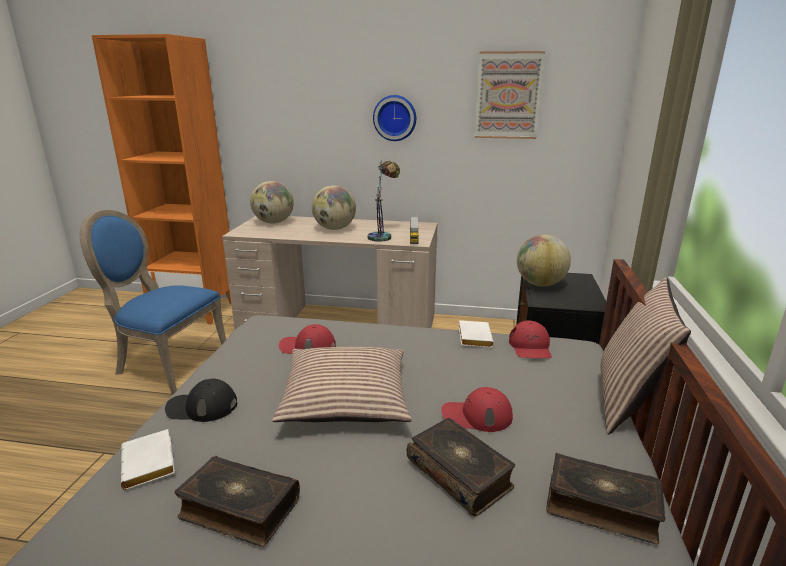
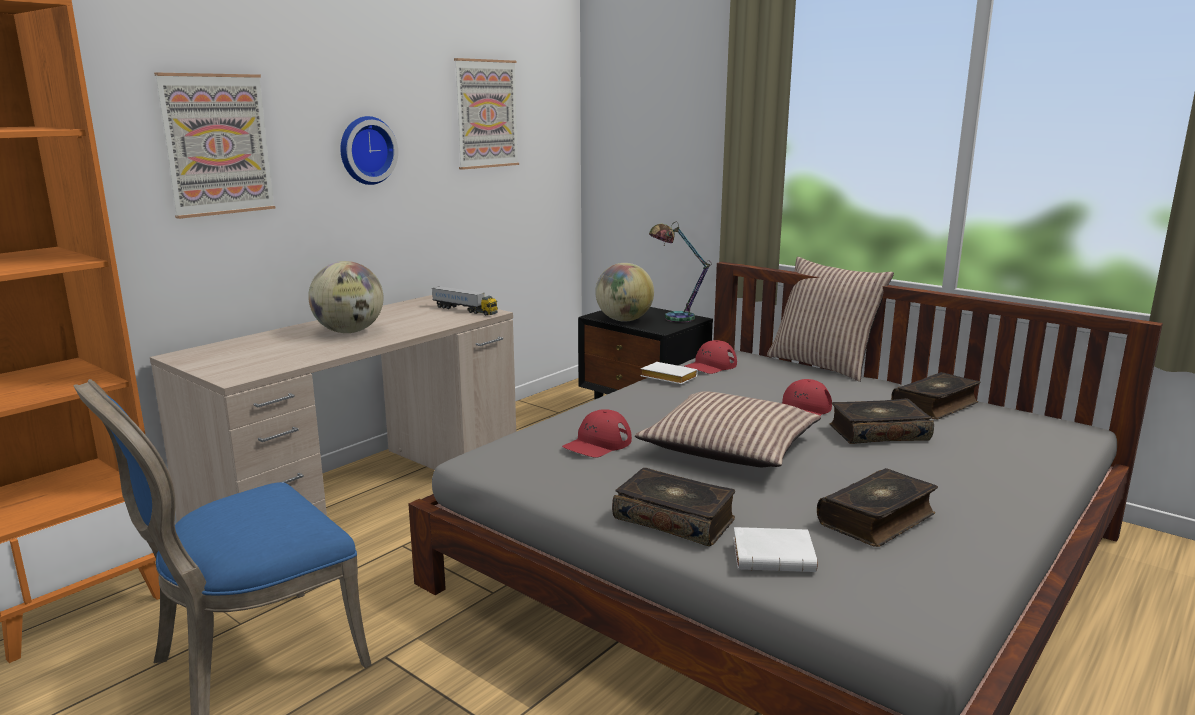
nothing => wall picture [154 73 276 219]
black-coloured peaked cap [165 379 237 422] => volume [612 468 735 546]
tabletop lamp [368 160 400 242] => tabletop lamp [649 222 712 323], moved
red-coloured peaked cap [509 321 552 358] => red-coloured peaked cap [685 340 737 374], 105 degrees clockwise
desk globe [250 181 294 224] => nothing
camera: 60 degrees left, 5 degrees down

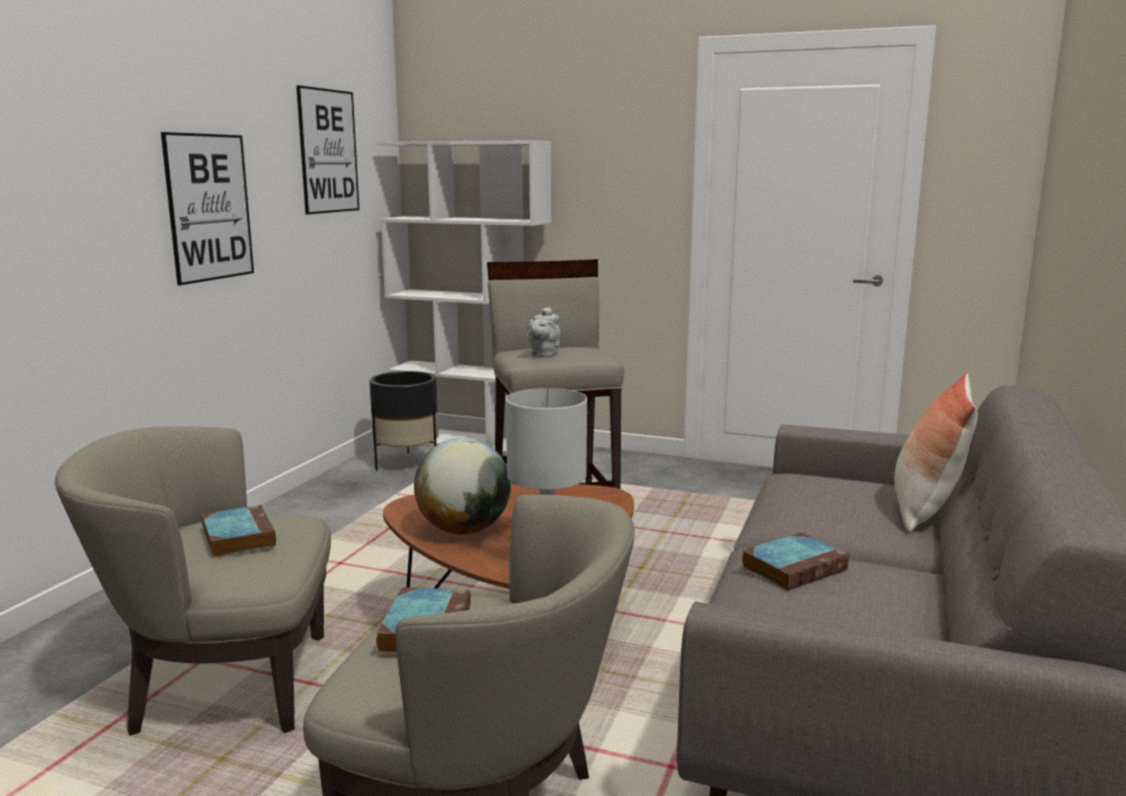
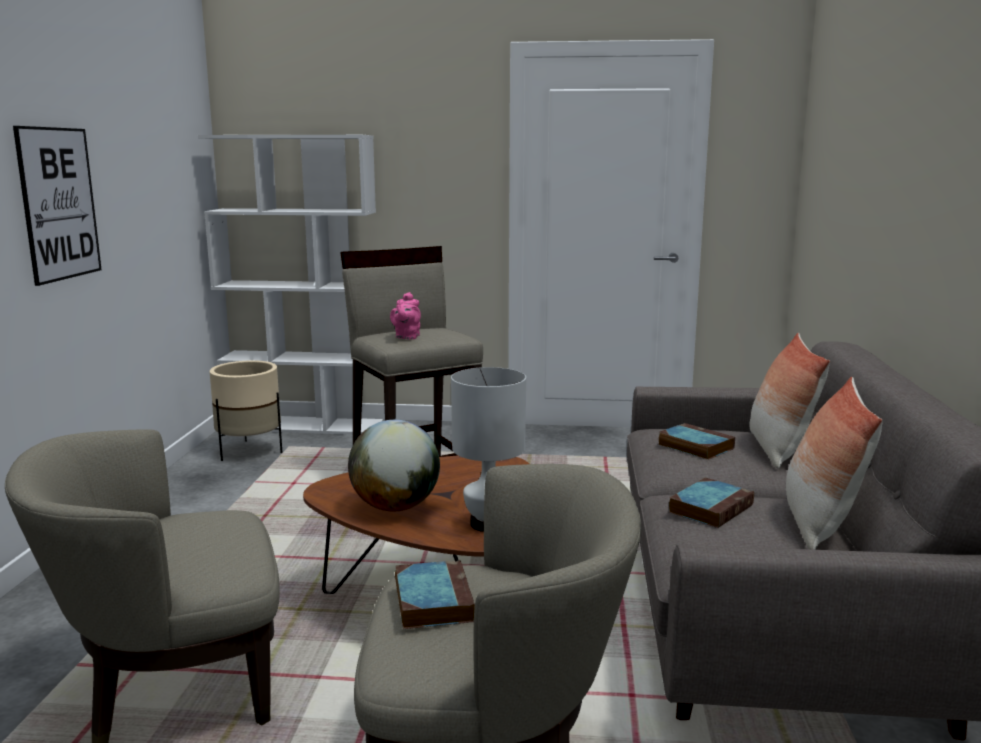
black-coloured flower pot [369 371 439 471] => sand-coloured flower pot [210 360 282 461]
grey pot for tea [526 307 560 357] => pink pot for tea [390 292 421 340]
volume [202 505 276 558] => volume [658 423 735 460], moved
nothing => pillow [786 377 882 550]
wall picture [296 85 359 214] => nothing
camera: 15 degrees left, 0 degrees up

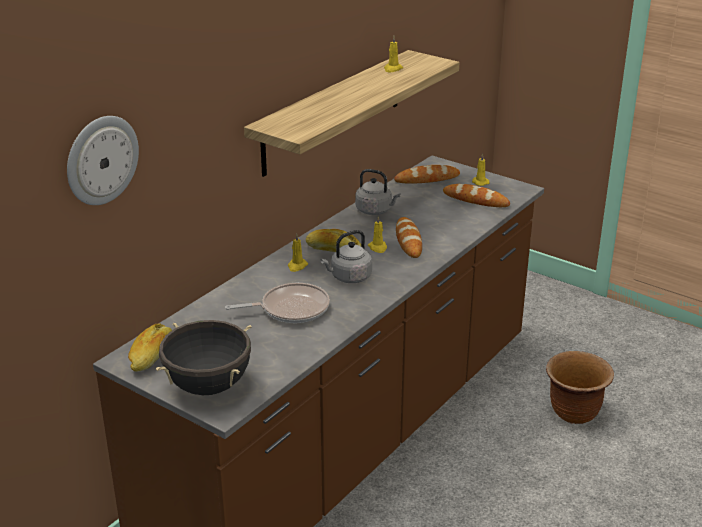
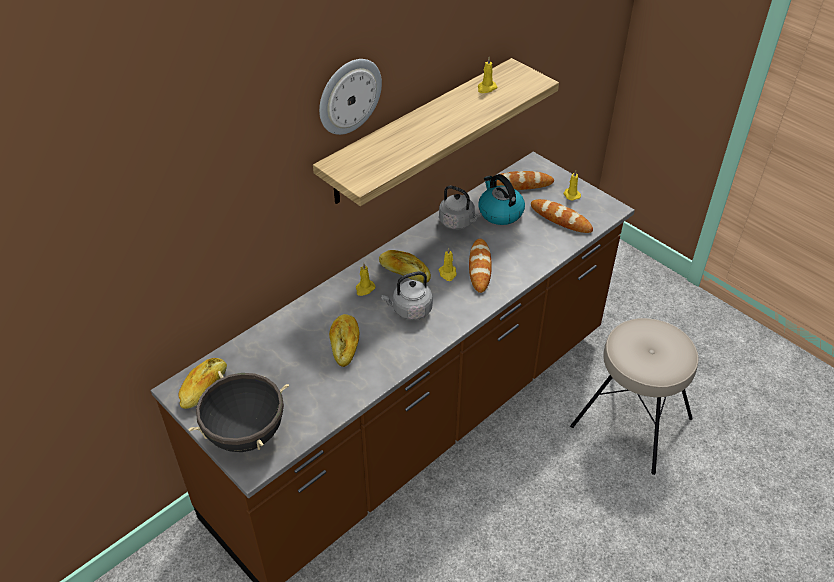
wall clock [67 116 139 205] => wall clock [319 59 382 135], moved
frying pan [225 283 330 323] => bread [329 314 359 367]
nothing => kettle [478 174 525 225]
brown flower pot [546 351 614 424] => sand-coloured stool seat [570 318 698 475]
camera: 10 degrees right, 15 degrees up

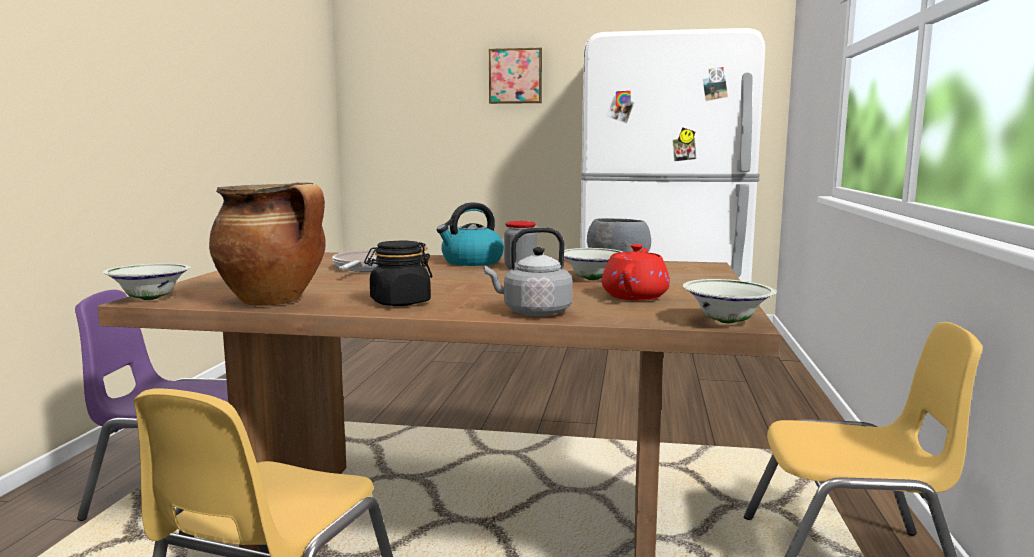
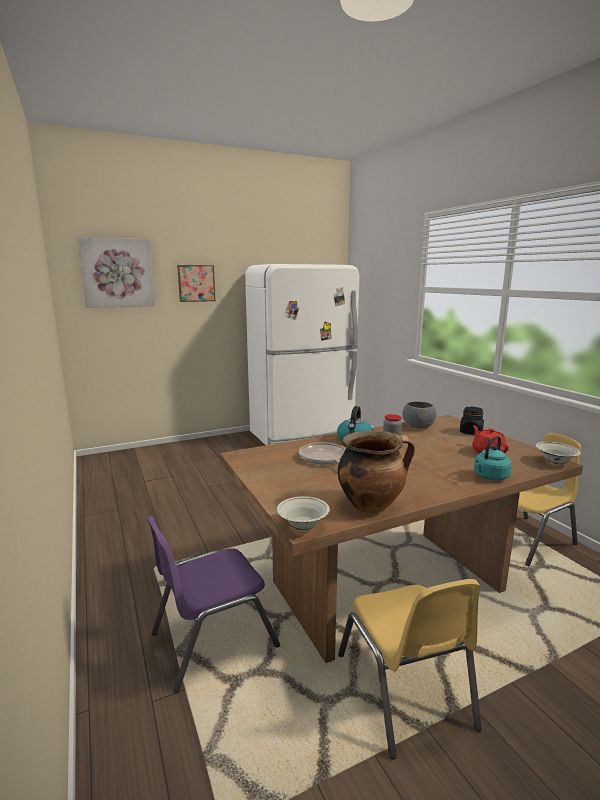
nothing => wall picture [77 237 155 308]
black-coloured preserve jar [364 241 432 306] => black-coloured preserve jar [460 407 484 435], moved
grey kettle [484 227 573 316] => turquoise kettle [474 435 512 481]
whitish serving bowl [564 248 623 280] => nothing
camera: 35 degrees left, 5 degrees up

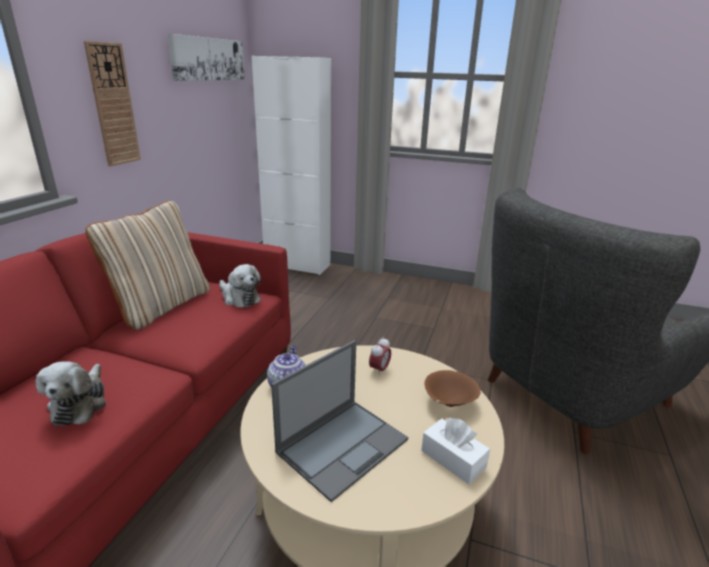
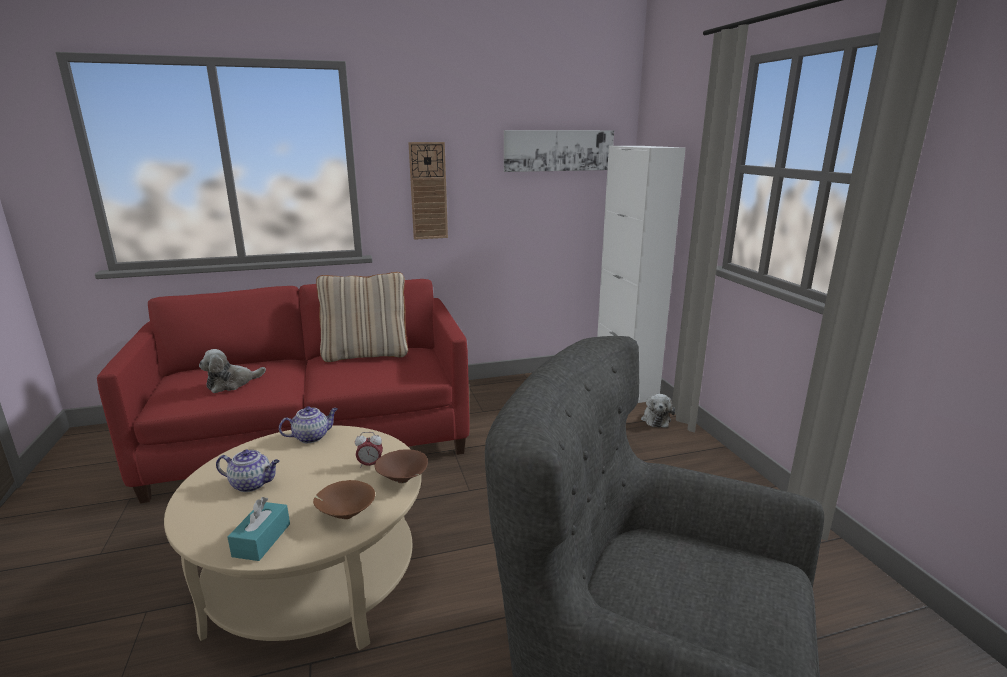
laptop [271 340 408 502] => pot for tea [216 450 280 492]
whitish tissue box [421 417 490 485] => turquoise tissue box [227 497 290 561]
nothing => brown serving bowl [375 449 428 483]
cuddly toy [219 264 261 308] => cuddly toy [641 394 675 428], moved
camera: 55 degrees right, 5 degrees down

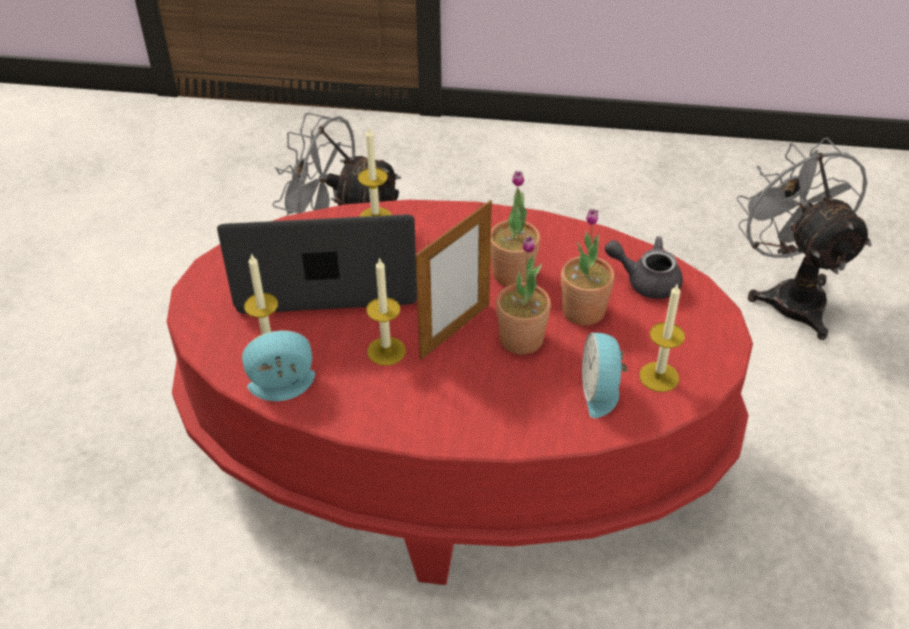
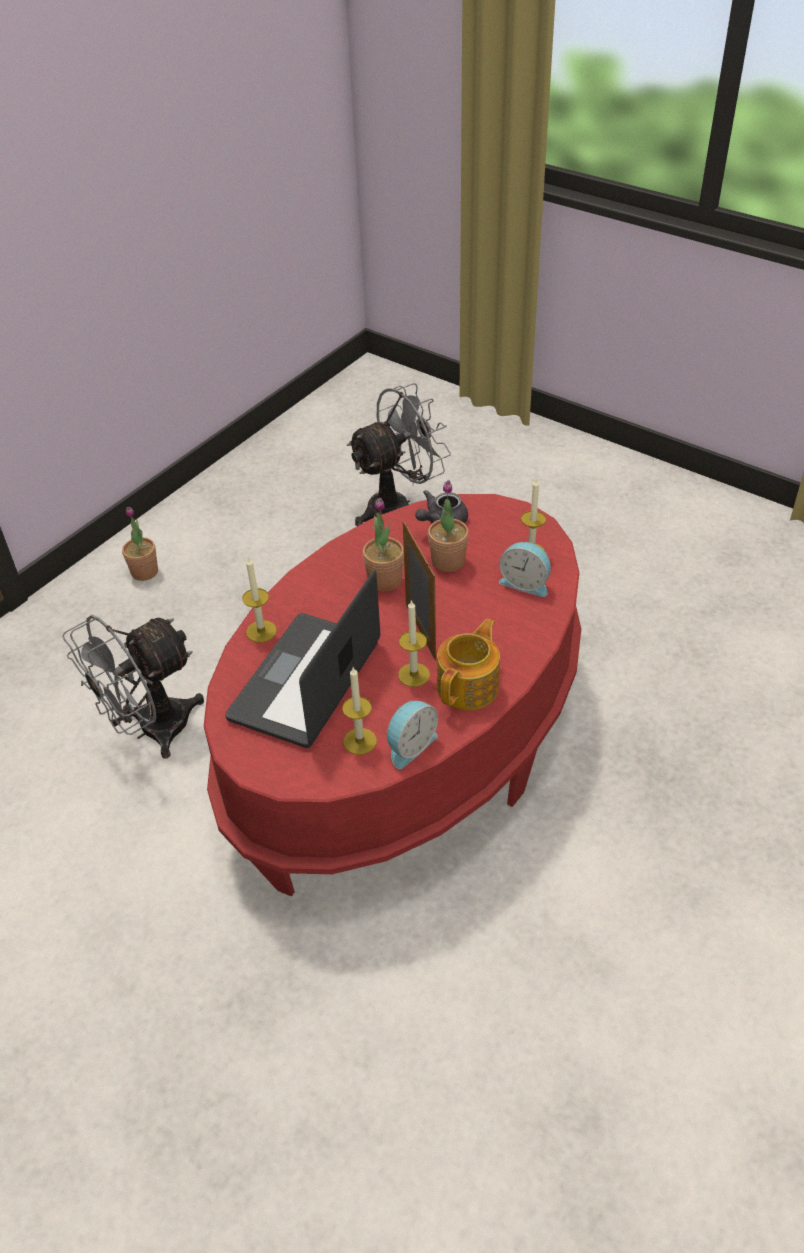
houseplant [496 236 551 355] => houseplant [122 507 158 581], moved
grey fan [736 138 872 340] => grey fan [346 383 451 526], 135 degrees clockwise
bedside clock [242 330 315 401] => bedside clock [387 701 438 769], 150 degrees counterclockwise
nothing => pot for tea [437 619 500 710]
camera: 60 degrees left, 0 degrees up

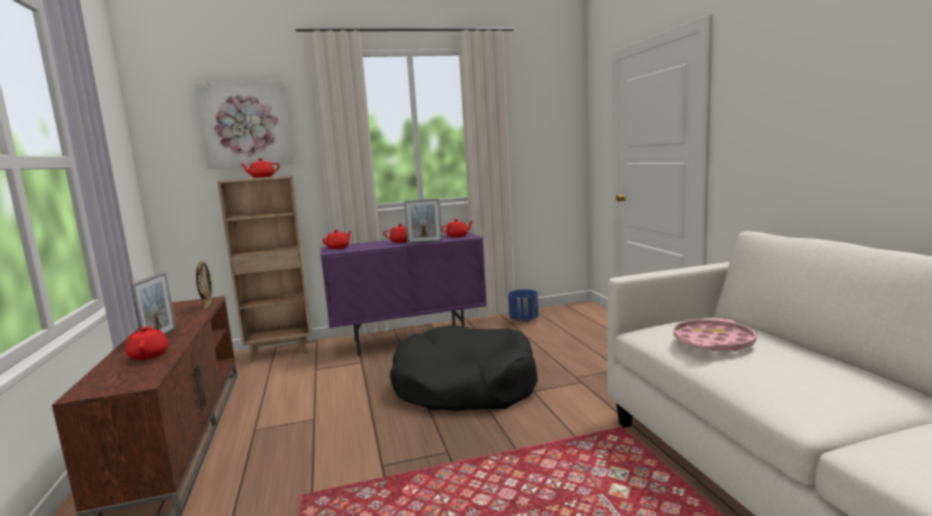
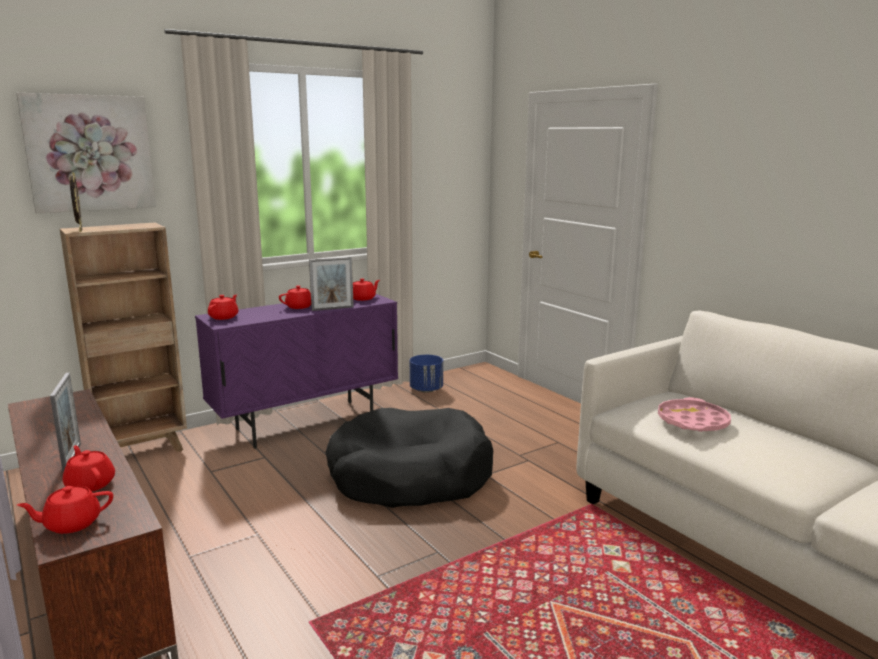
red-coloured pot for tea [241 158 280 178] => red-coloured pot for tea [17 486 113 534], moved
standing frame [196 260 213 309] => standing frame [69 172 82 232], moved
camera: 20 degrees left, 5 degrees up

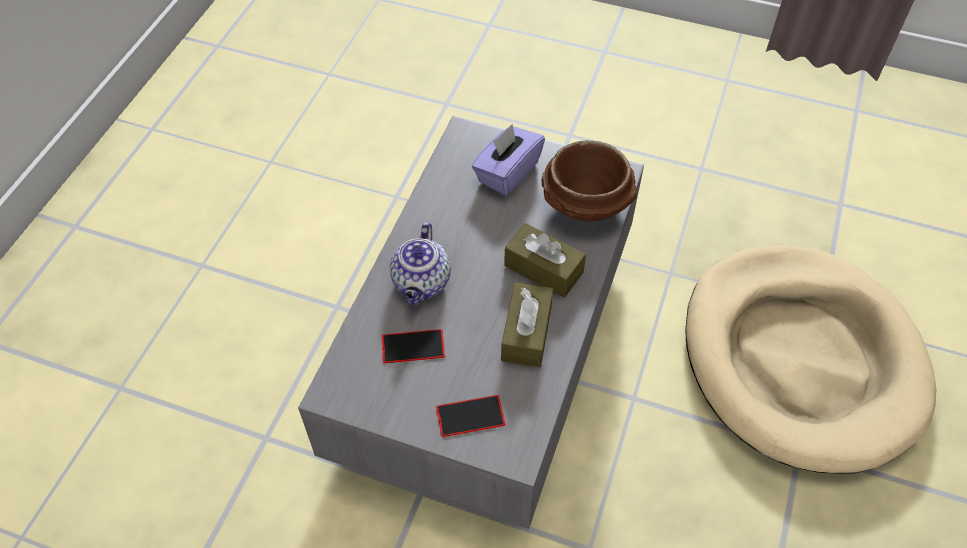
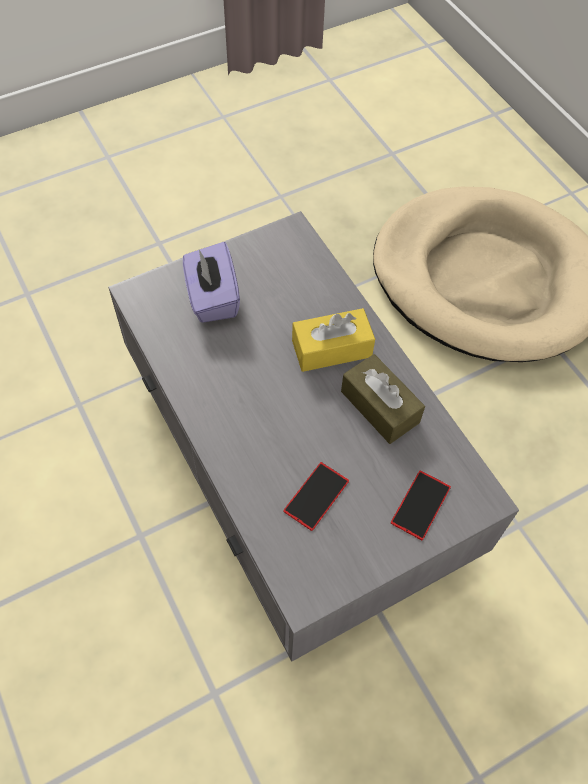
brown tissue box [504 223 586 298] => yellow-coloured tissue box [292 308 375 372]
pot for tea [390 222 451 305] => nothing
brown serving bowl [542 140 637 221] => nothing
camera: 50 degrees left, 5 degrees up

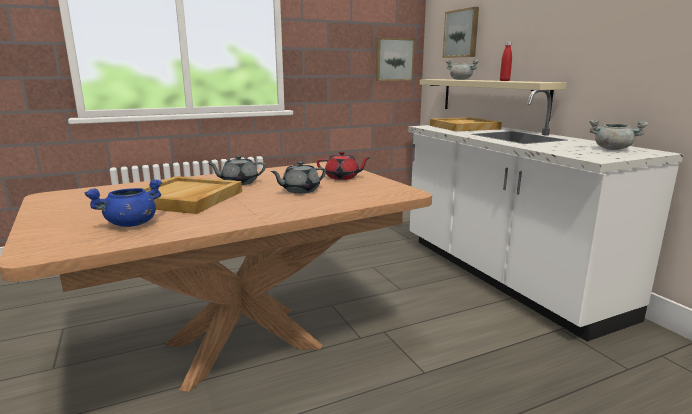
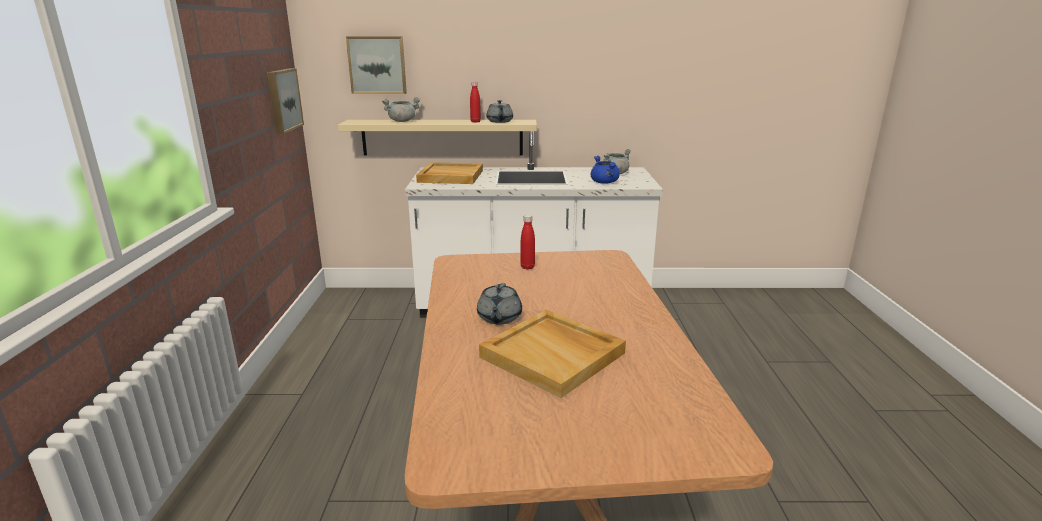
grey pot for tea [270 161 326 193] => grey pot for tea [486 100 513 123], moved
red-coloured pot for tea [317 151 371 180] => red-coloured drink bottle [520 215 535 270]
blue saucepot [84 179 162 227] => blue saucepot [591 156 620 184], moved
camera: 65 degrees left, 5 degrees up

